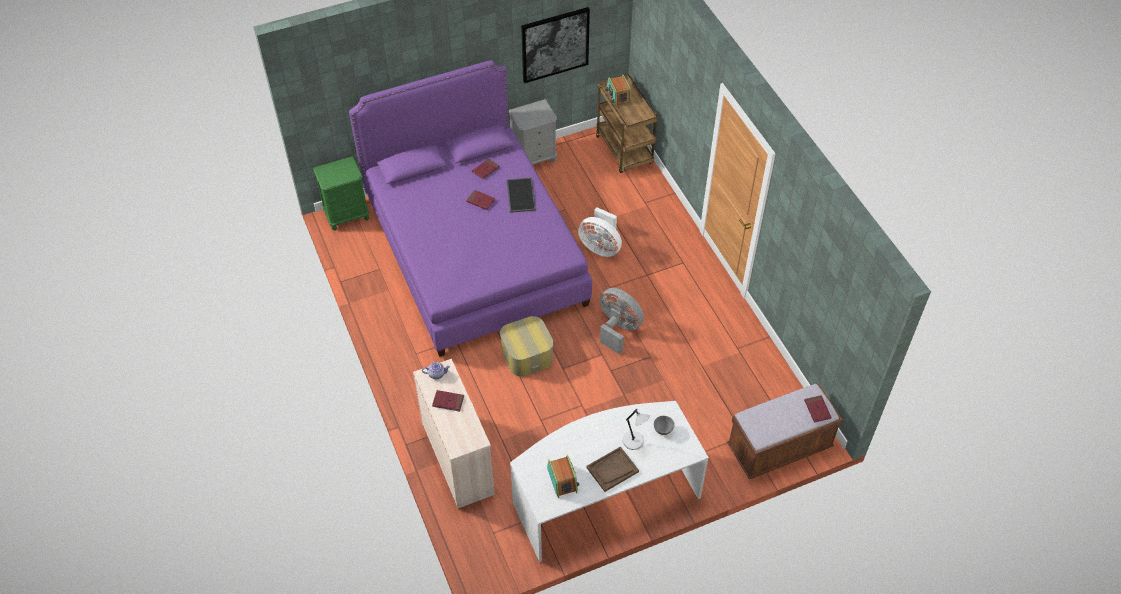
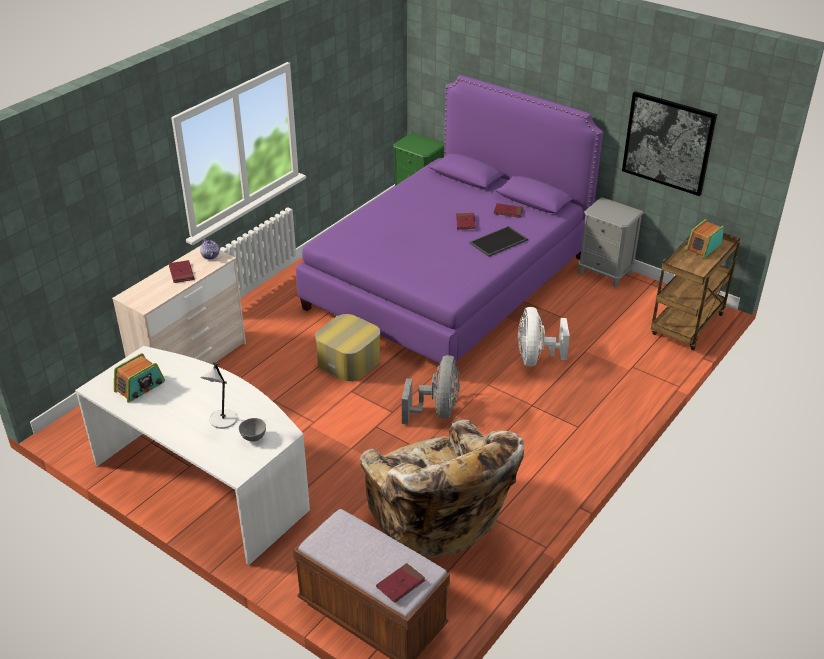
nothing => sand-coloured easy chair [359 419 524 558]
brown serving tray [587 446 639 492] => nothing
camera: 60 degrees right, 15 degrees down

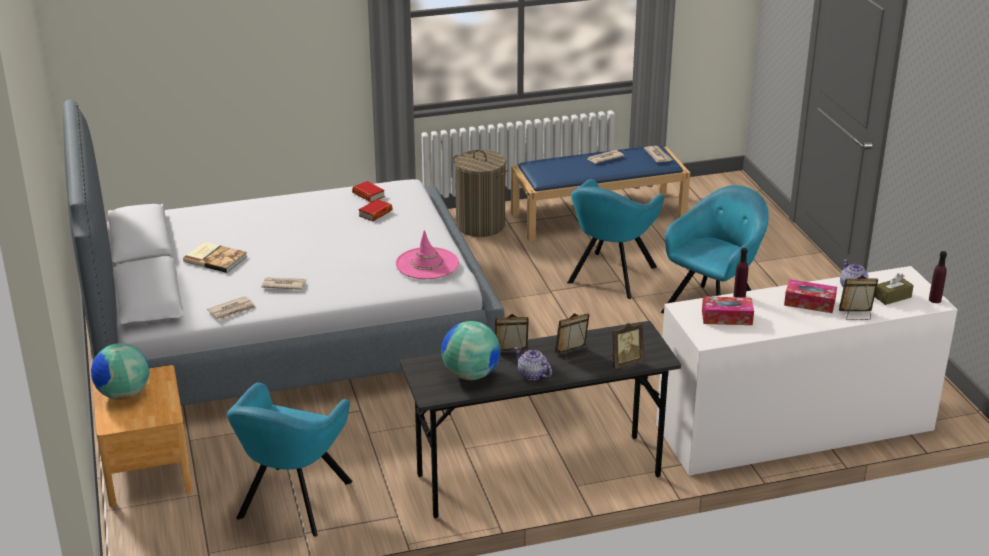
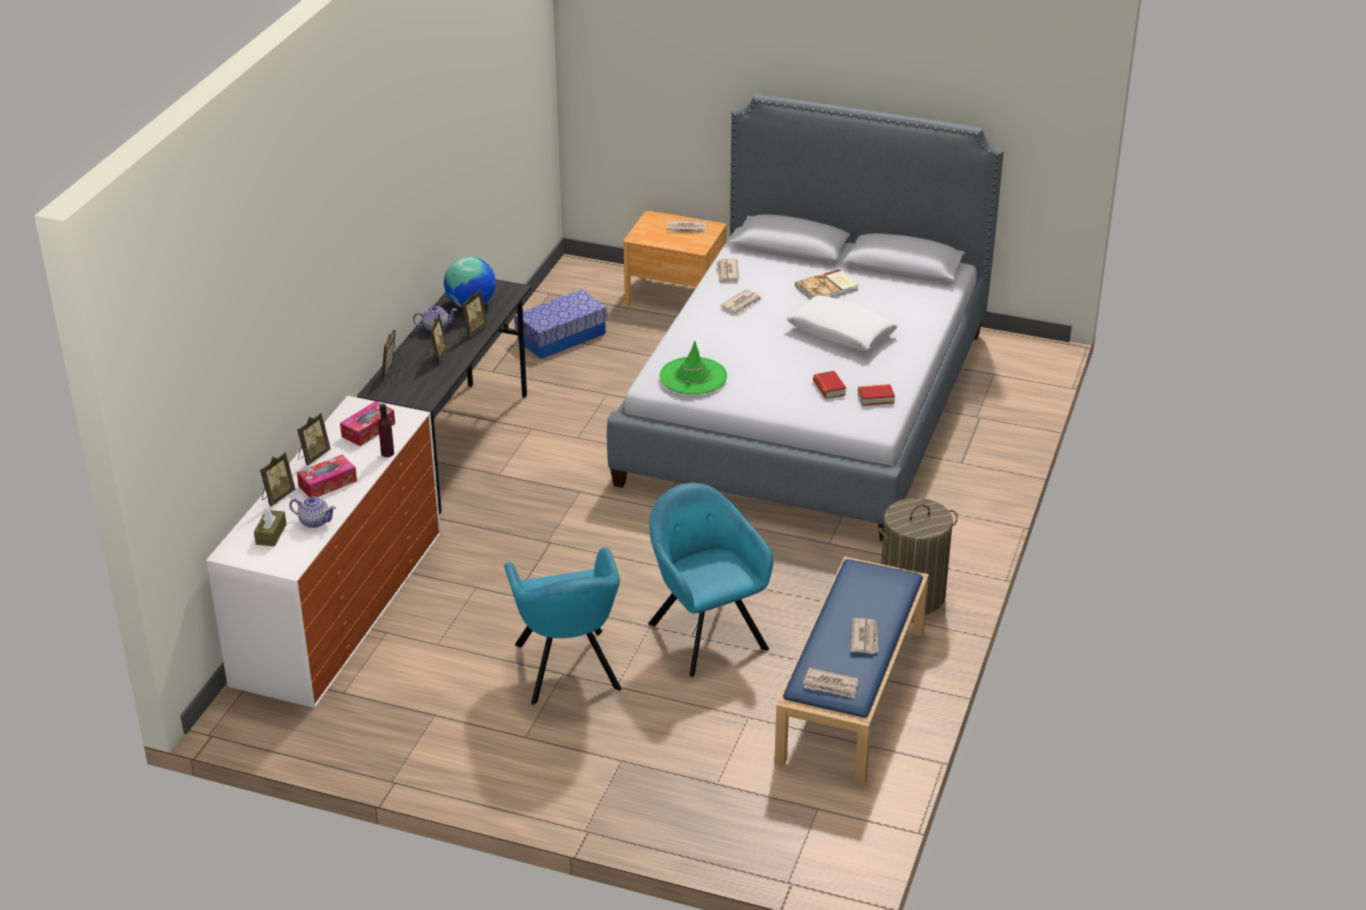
nothing => standing frame [297 413 331 465]
turquoise easy chair [227 383 352 537] => storage bin [514 289 607 359]
pink clothing hat [396 230 459 279] => greenish clothing hat [660 341 727 394]
desk globe [91 343 149 400] => newspaper [667 220 706 233]
nothing => whitish pillow [786 295 898 351]
purple-coloured drink bottle [929 251 947 303] => nothing
camera: 125 degrees right, 5 degrees up

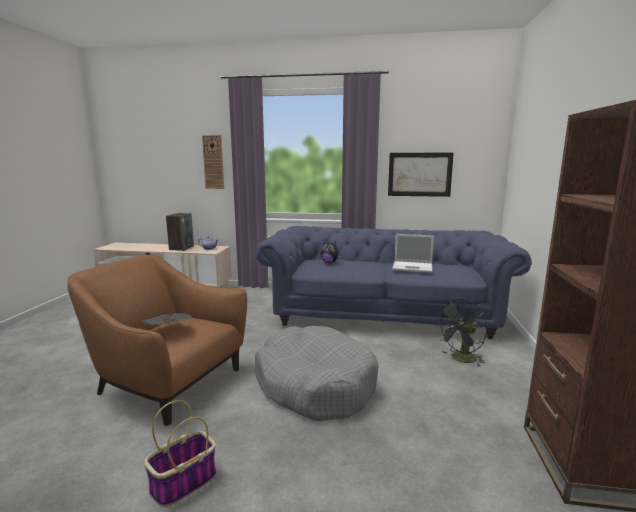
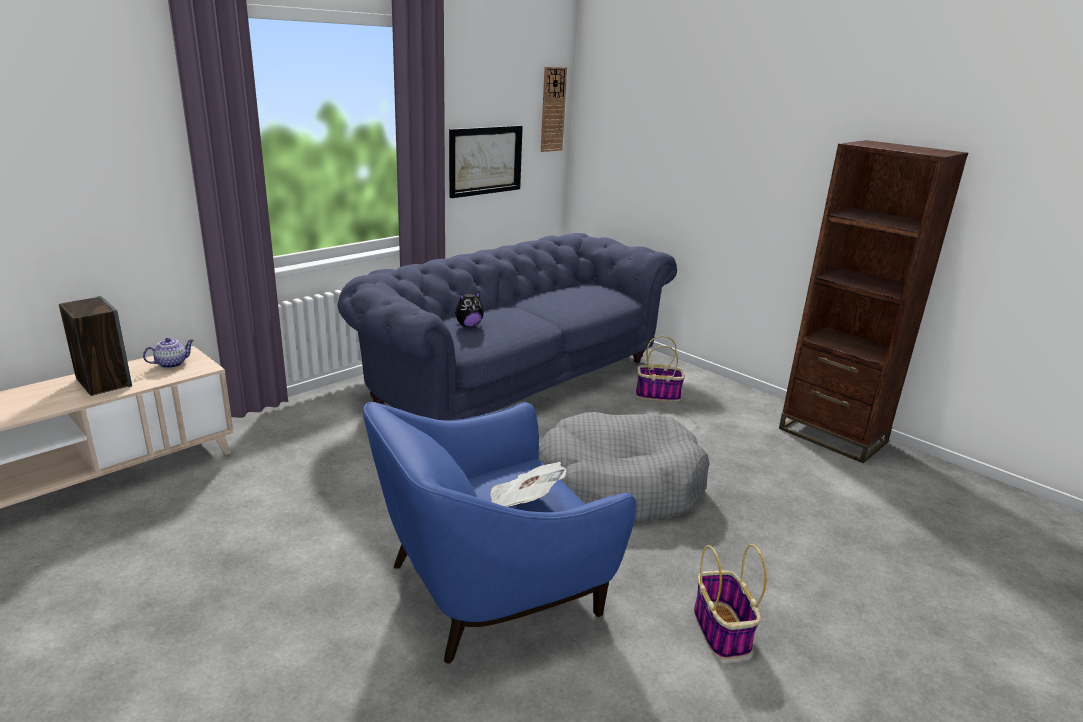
brown easy chair [67 255 247 426] => blue easy chair [363 402 637 664]
wall clock [202 135 224 189] => wall clock [541 67 567 152], moved
black-coloured fan [438 299 487 367] => storage basket [636 336 685 401]
laptop [392 234 434 273] => nothing
camera: 55 degrees left, 10 degrees up

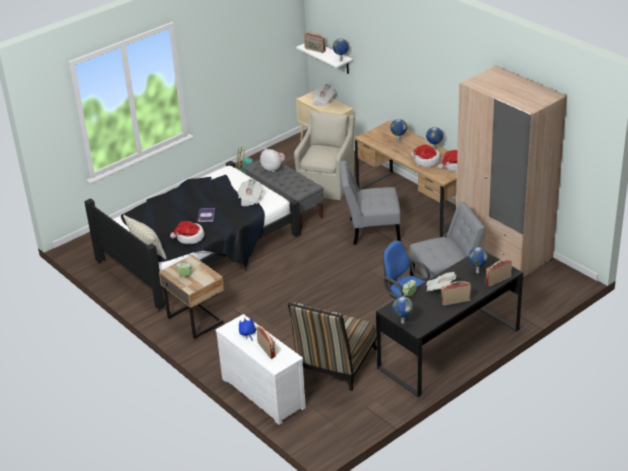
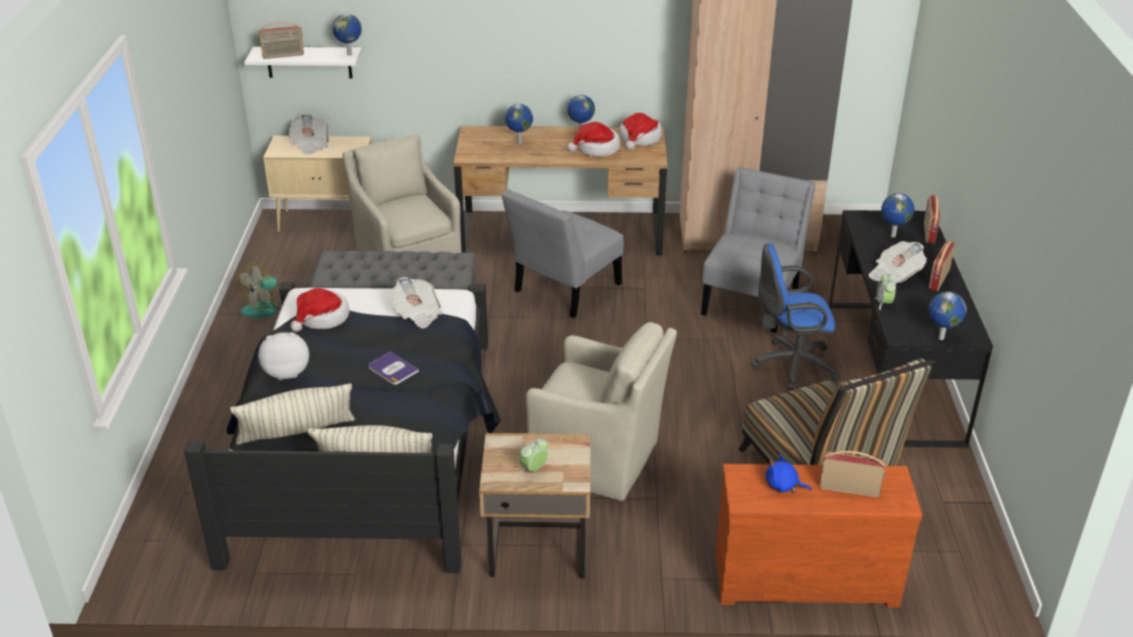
nothing => pillow [230 383 355 445]
cuddly toy [260 148 285 172] => cuddly toy [258 332 309 380], moved
clothing hat [170 221 204 244] => clothing hat [290 288 350 332], moved
nothing => sand-coloured easy chair [526 322 677 501]
whitish chest of drawers [216 314 306 425] => brown chest of drawers [715 464 922 608]
camera: 50 degrees left, 0 degrees up

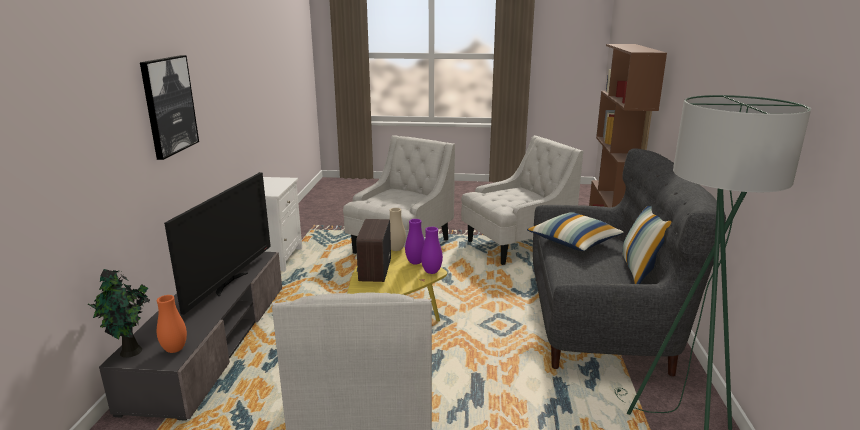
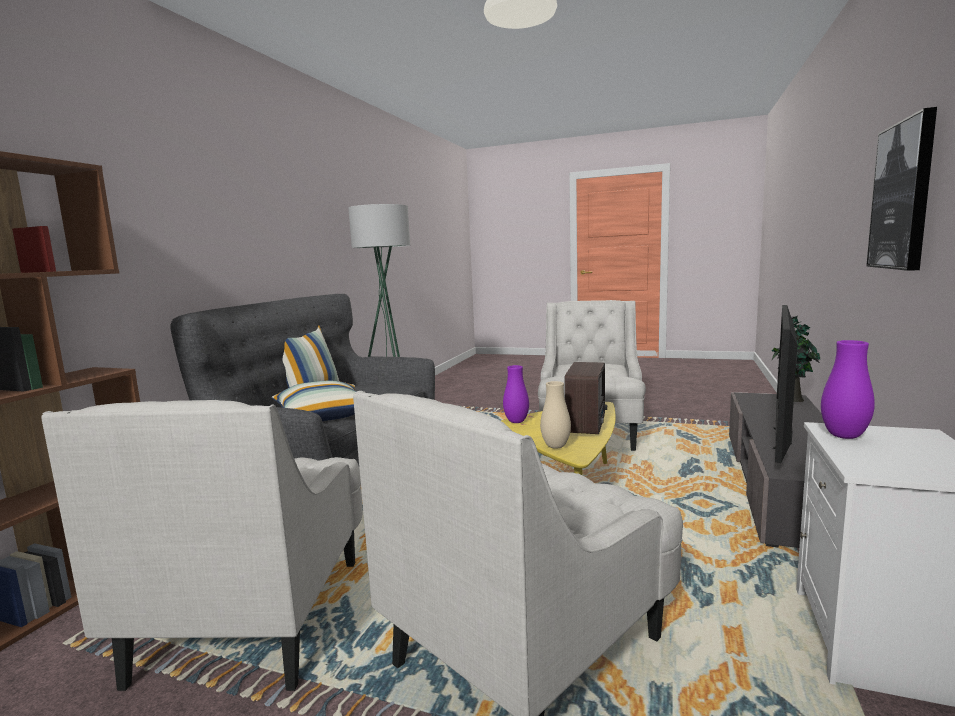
whitish easy chair [461 135 583 265] => whitish easy chair [41 400 363 691], 75 degrees counterclockwise
purple-coloured decorative vase [405 219 425 265] => purple-coloured decorative vase [821 340 875 439], moved
orangey decorative vase [157 295 187 353] => nothing
camera: 165 degrees left, 10 degrees down

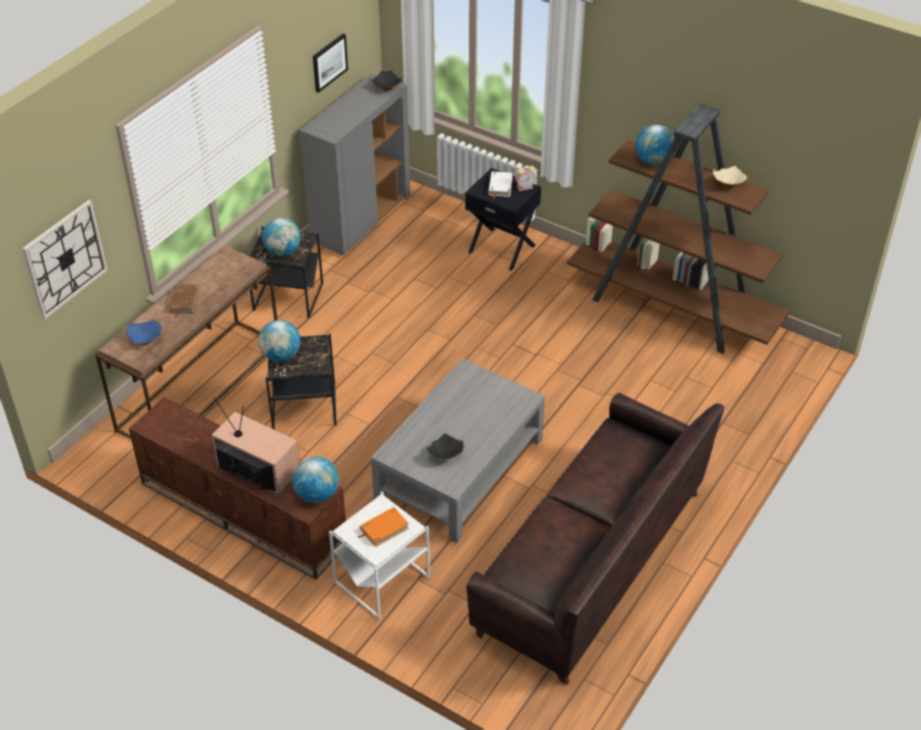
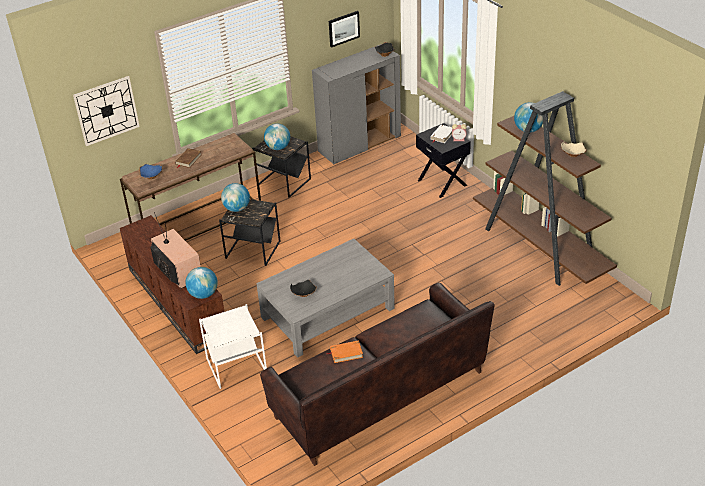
orangey volume [358 507 409 547] => orangey volume [326 340 363 363], moved
camera: 25 degrees right, 5 degrees down

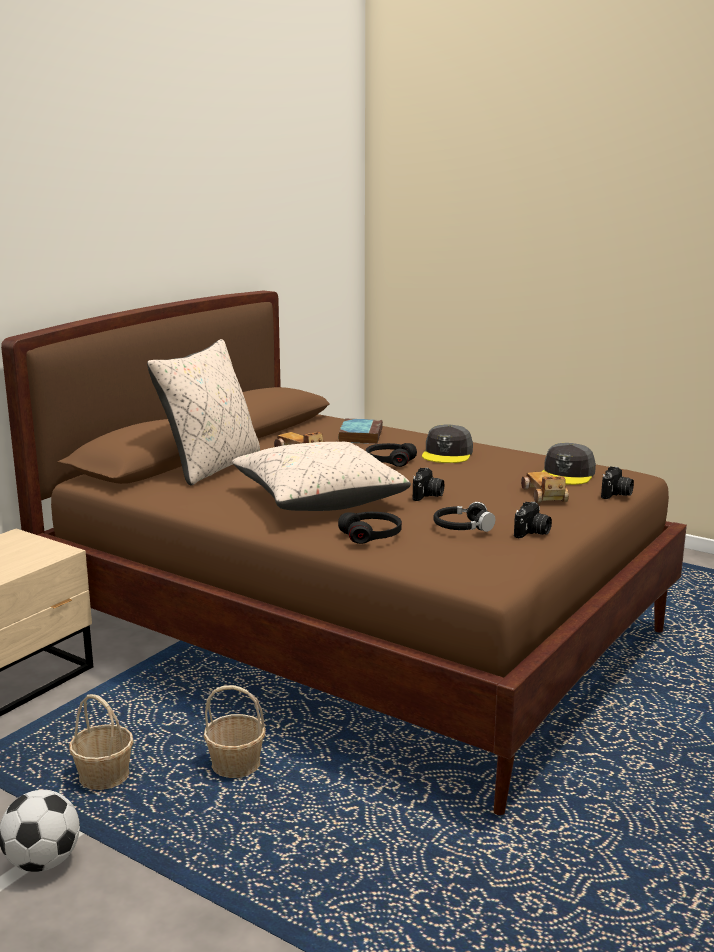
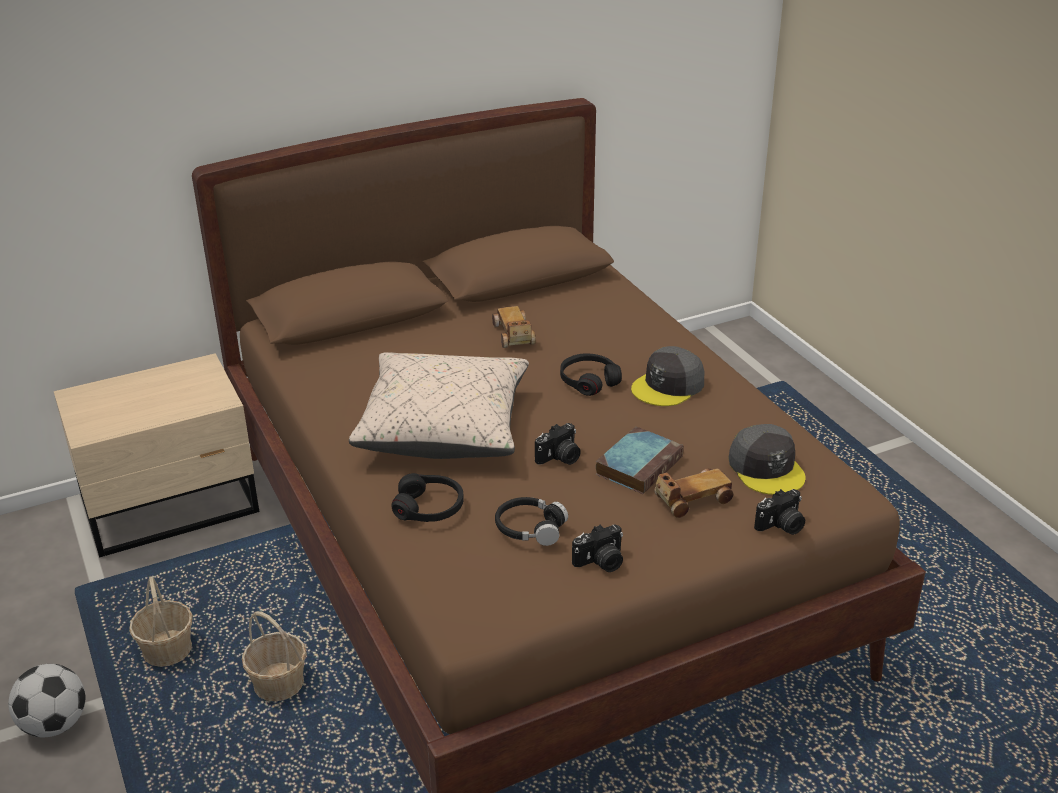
volume [338 419 383 444] => volume [595 426 684 494], moved
miniature car [521 472 569 503] => miniature car [654 468 734 518], 45 degrees clockwise
grey peaked cap [542 443 596 485] => grey peaked cap [728 424 805 495], 75 degrees counterclockwise
sand-coloured pillow [147 339 260 485] => nothing
camera: 30 degrees right, 15 degrees up

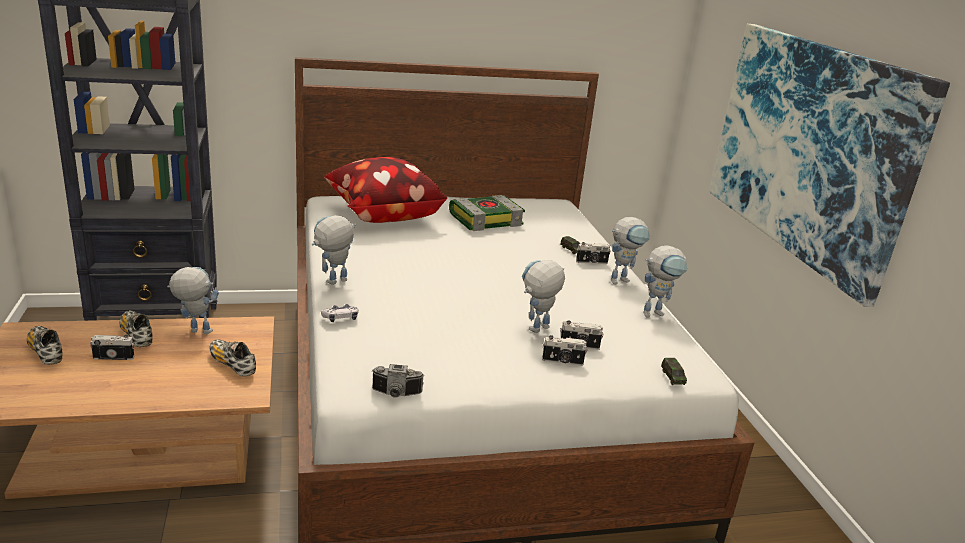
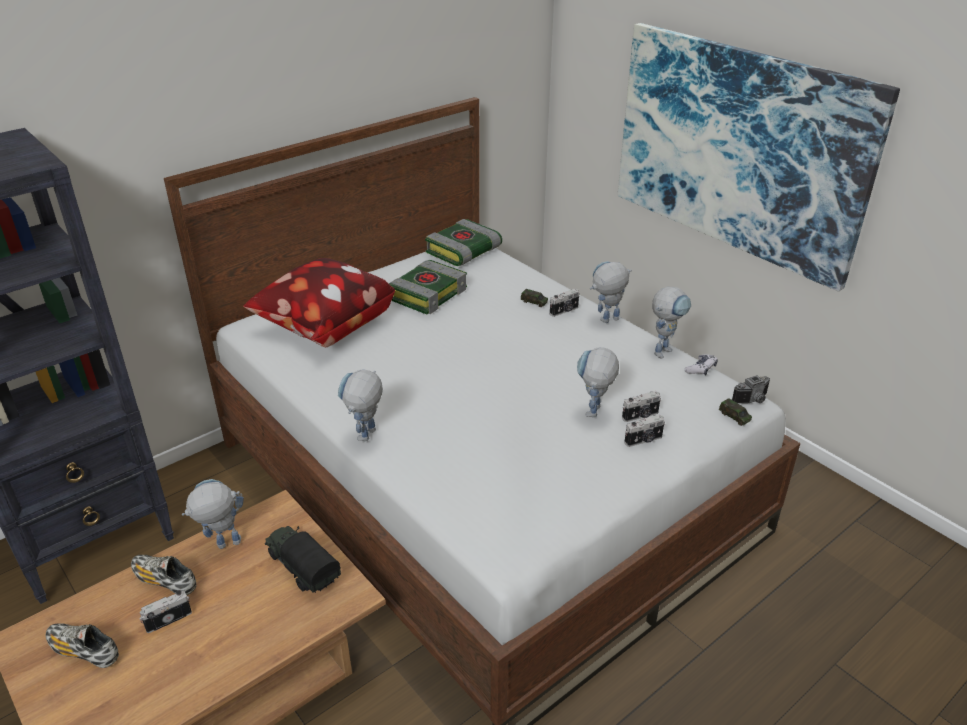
shoe [210 339 256 376] => model truck [265 526 341 593]
nothing => volume [425 219 502 266]
toy robot [611 217 650 284] => toy robot [590 261 632 323], 150 degrees counterclockwise
game controller [321 304 359 322] => game controller [684 355 718 376], moved
still camera [372 364 424 398] => still camera [732 375 770 404], moved
camera: 25 degrees left, 10 degrees up

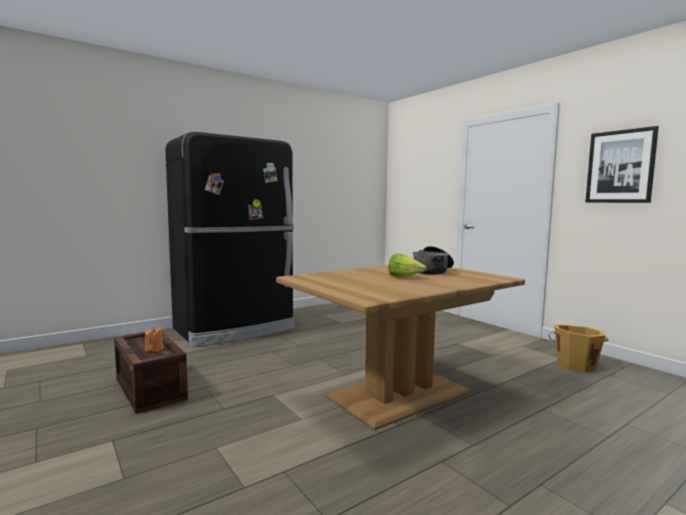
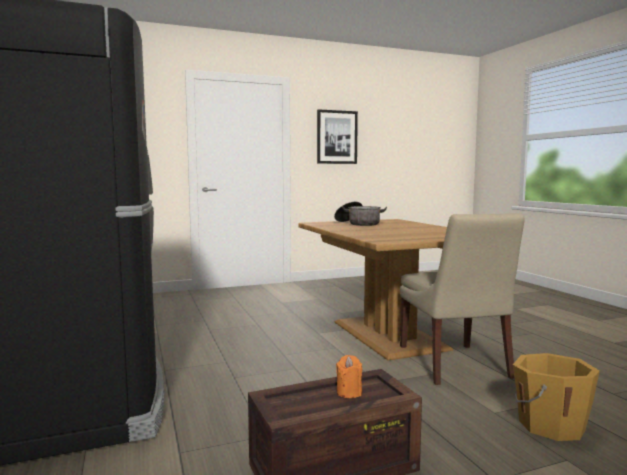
nothing => sand-coloured plain chair [400 213 525 385]
orangey pail [548 324 609 373] => orangey pail [512 353 600 441], moved
lettuce [388 253 427 277] => nothing
camera: 75 degrees left, 0 degrees up

